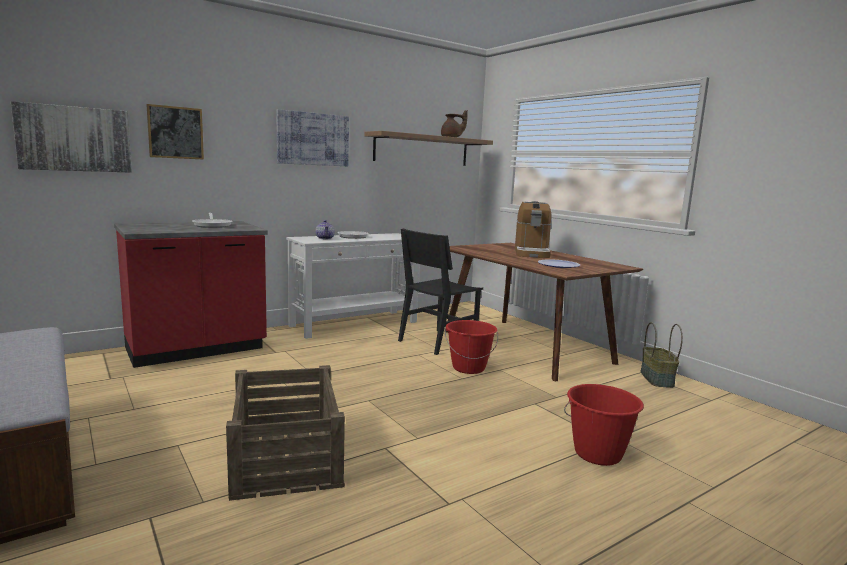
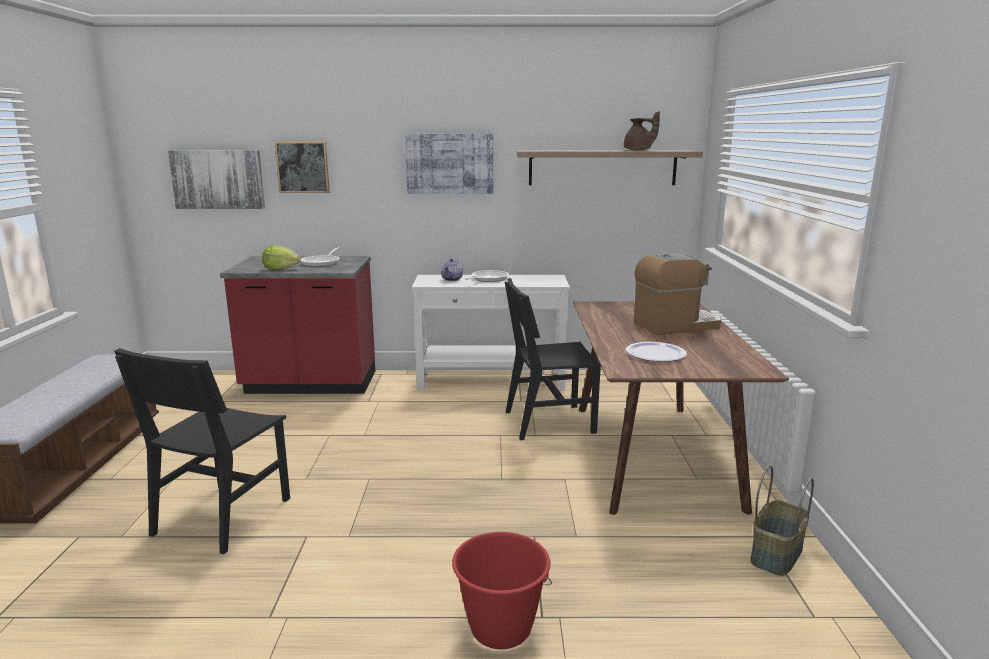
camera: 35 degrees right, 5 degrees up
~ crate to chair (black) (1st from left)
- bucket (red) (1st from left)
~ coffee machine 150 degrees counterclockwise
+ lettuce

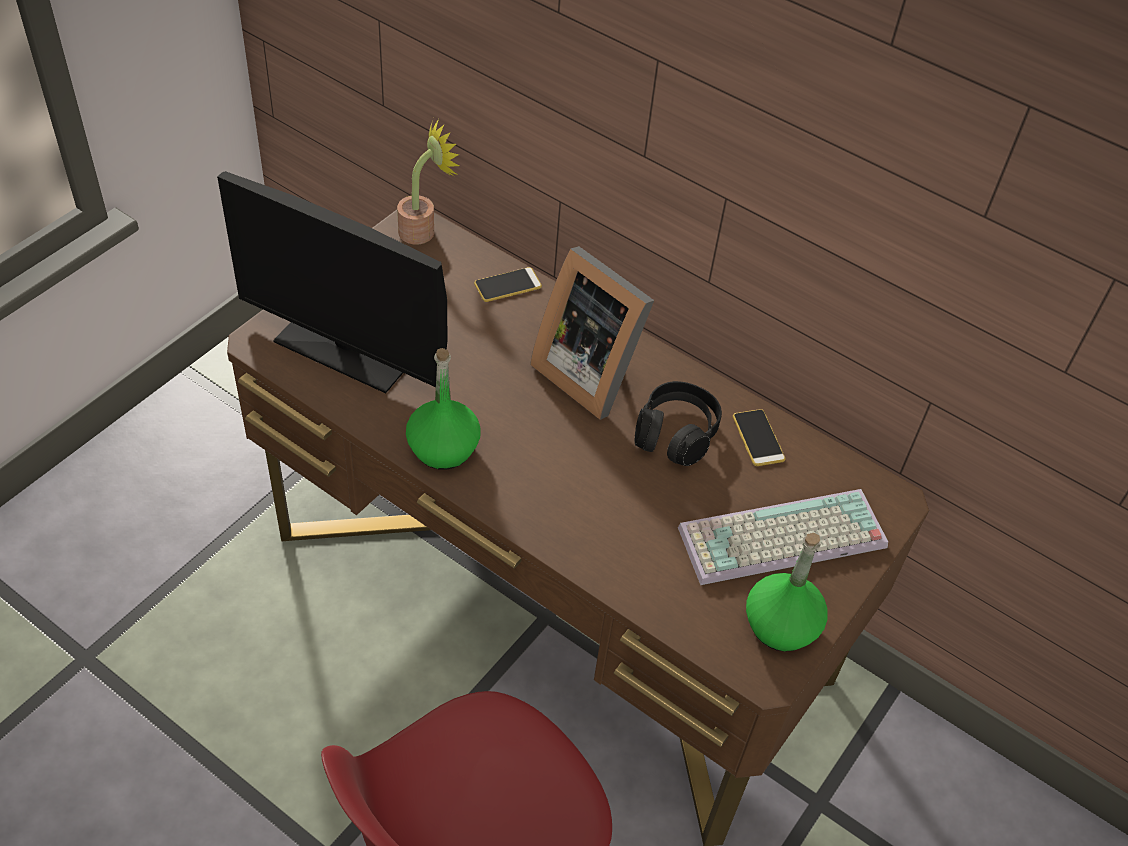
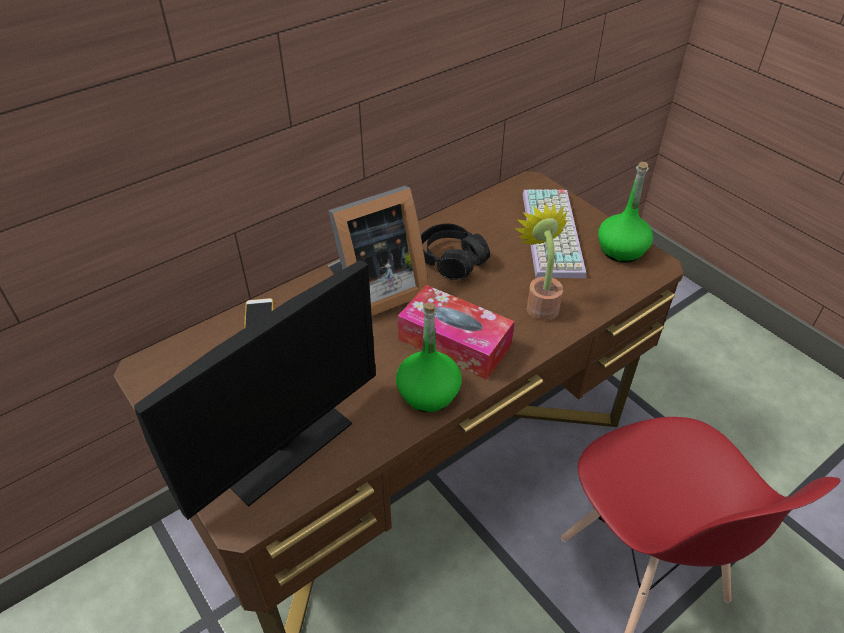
camera: 70 degrees left, 5 degrees down
~ potted plant
- phone (2nd from left)
+ tissue box

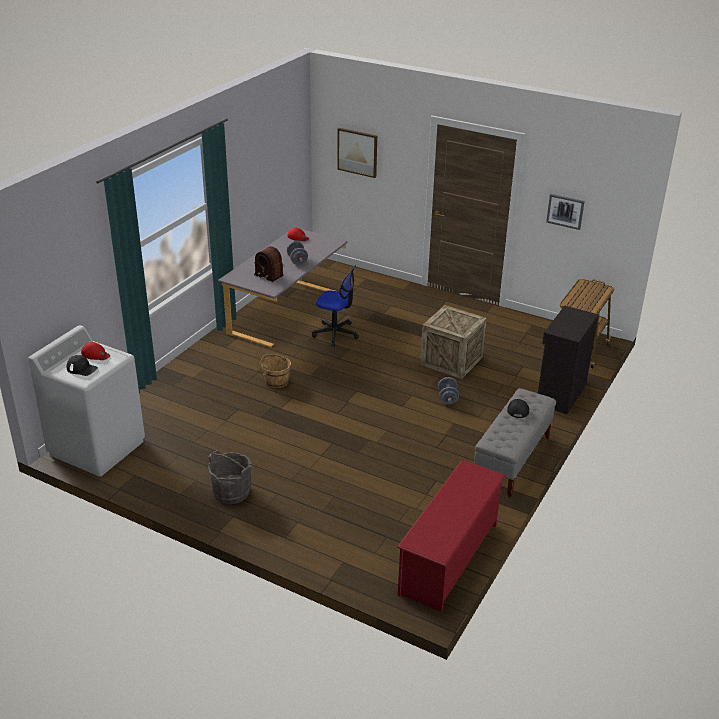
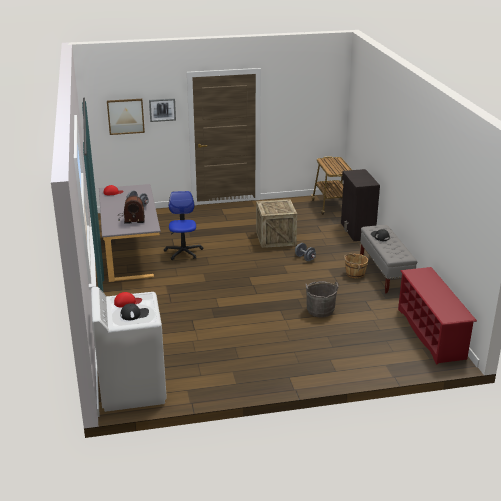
camera: 40 degrees left, 5 degrees down
~ bucket (grey)
~ bucket (brown)
~ office chair 75 degrees counterclockwise
~ picture (2nd from left)

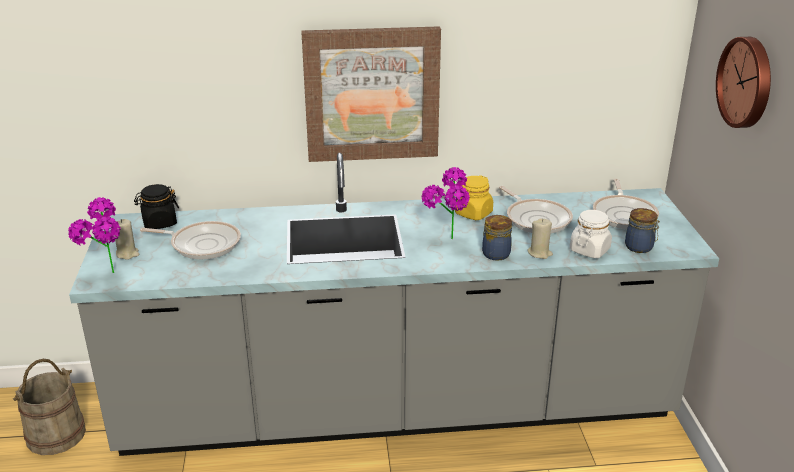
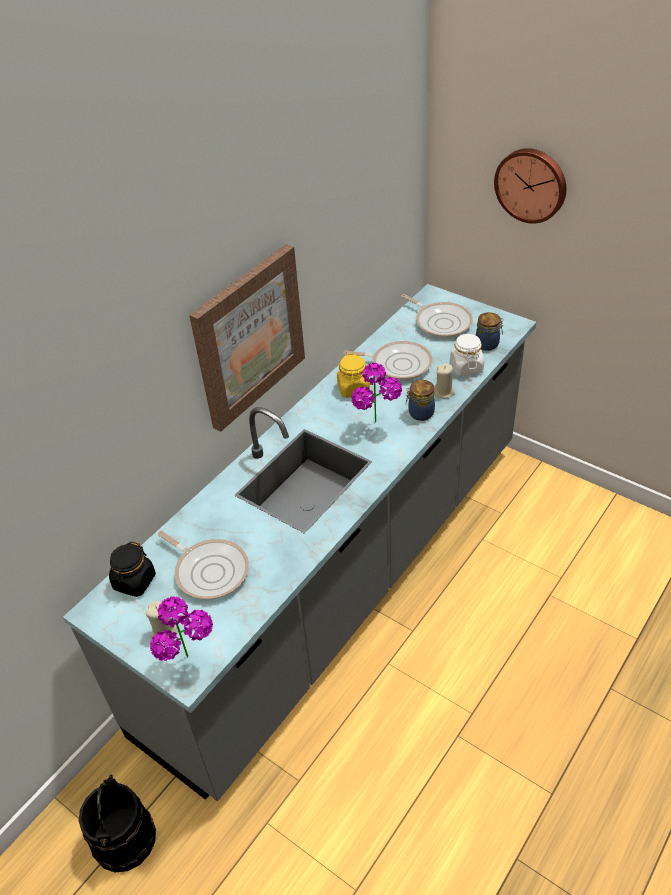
camera: 45 degrees left, 15 degrees up
~ bucket (beige) to bucket (black)
~ frying pan (1st from left) 75 degrees clockwise

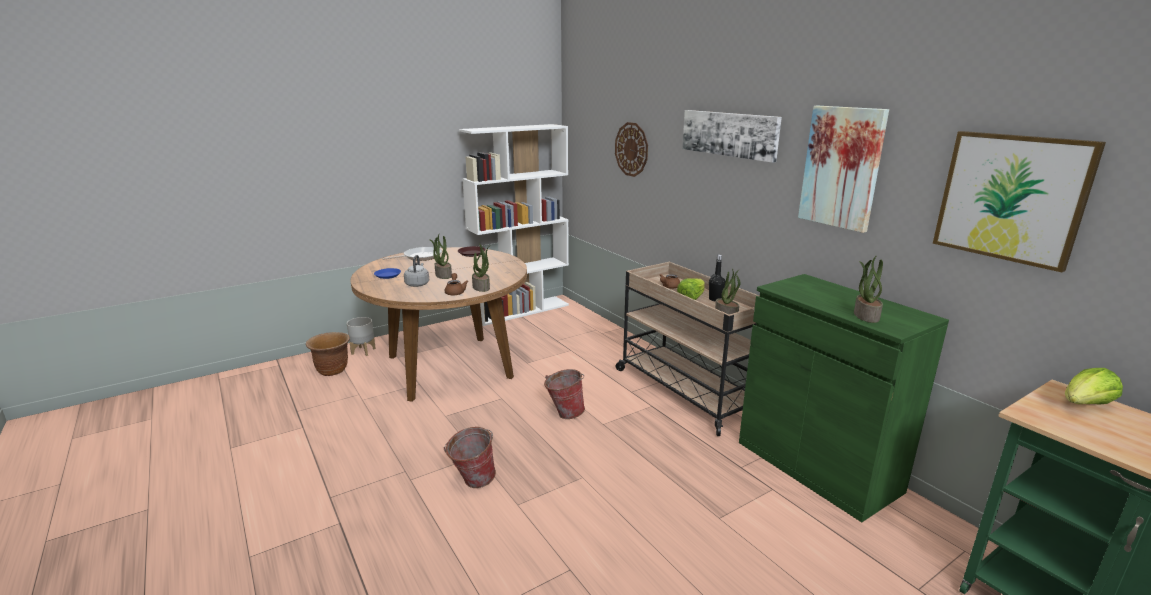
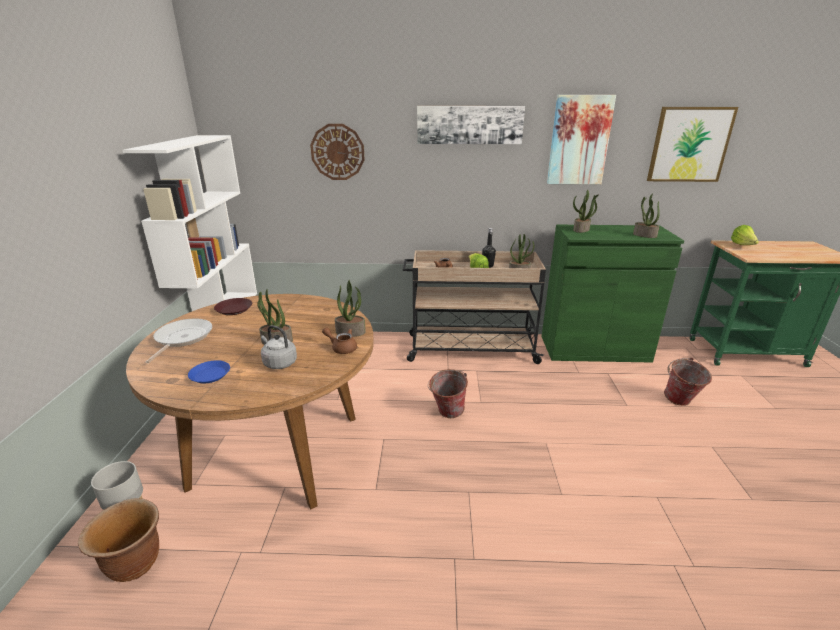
camera: 55 degrees left, 5 degrees up
~ bucket (1st from left in the first image) to bucket (2nd from left)
+ potted plant (4th from left)

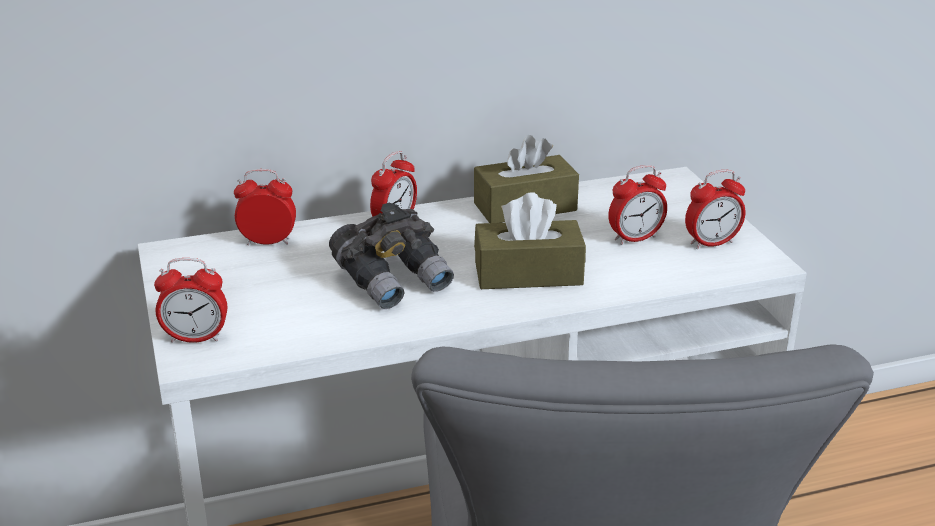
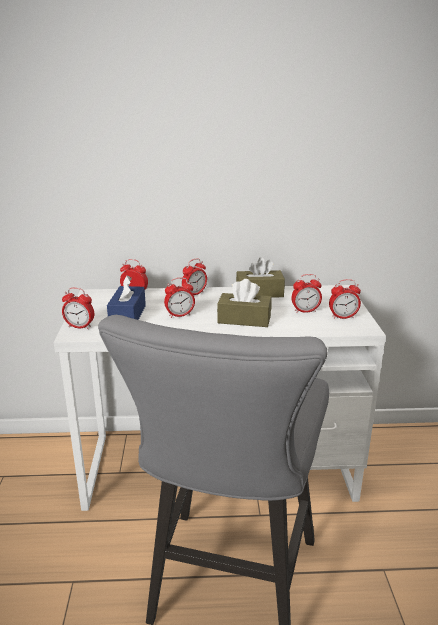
camera: 15 degrees right, 5 degrees down
~ binoculars (grey) to alarm clock (3rd from left)
+ tissue box (blue)

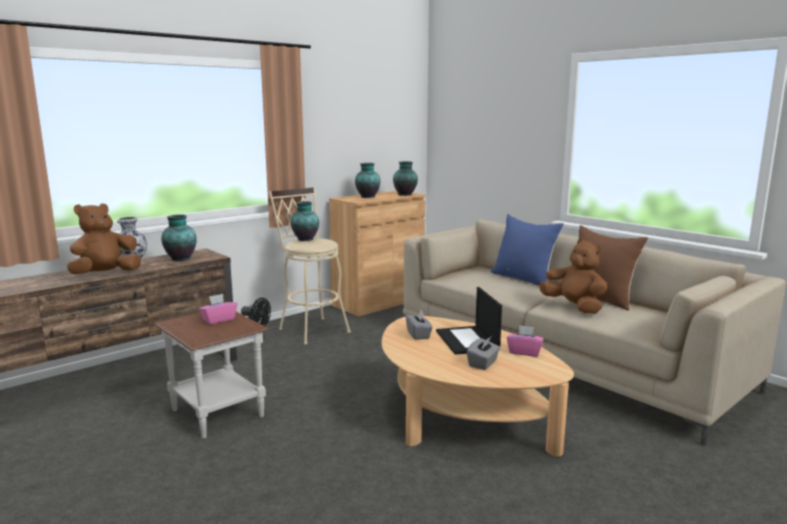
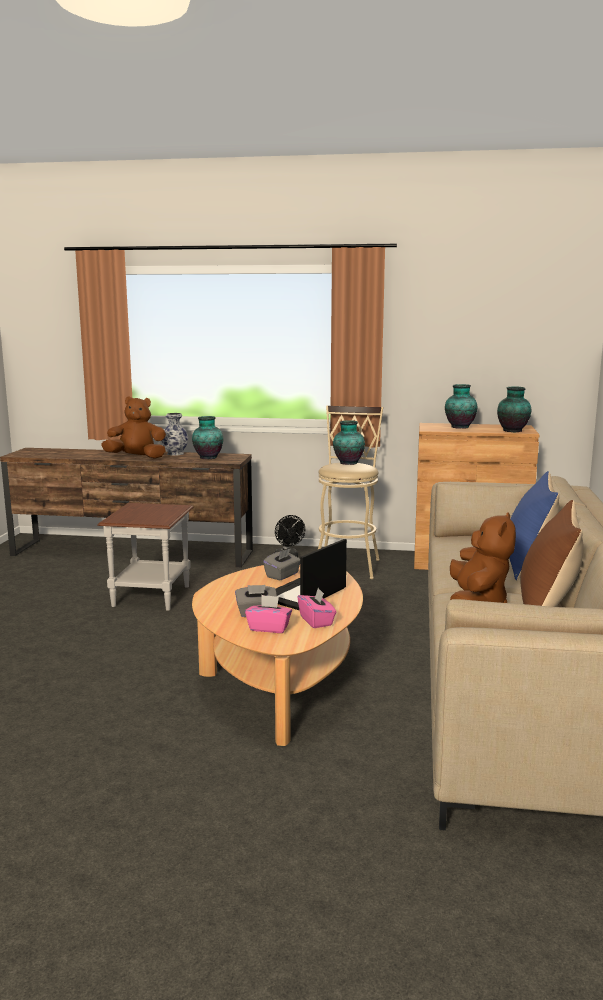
camera: 50 degrees right, 0 degrees up
~ tissue box (pink) (1st from left)

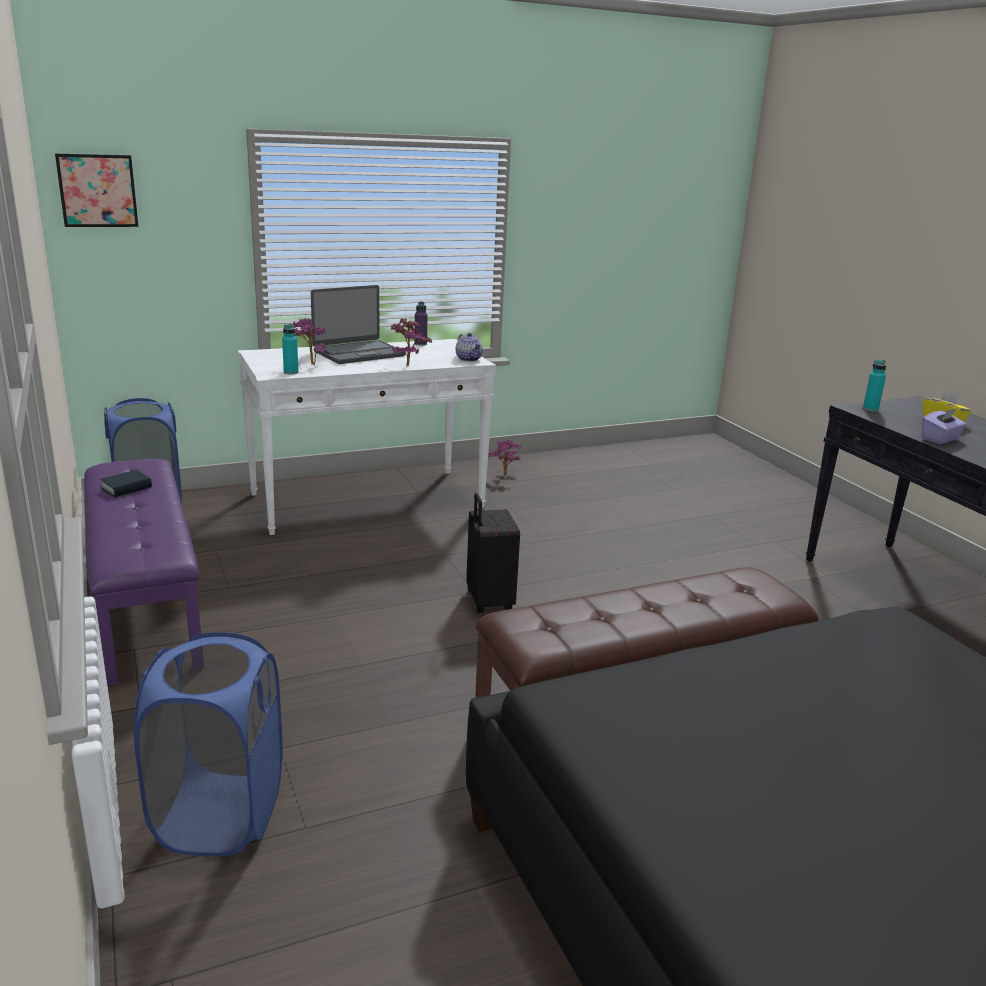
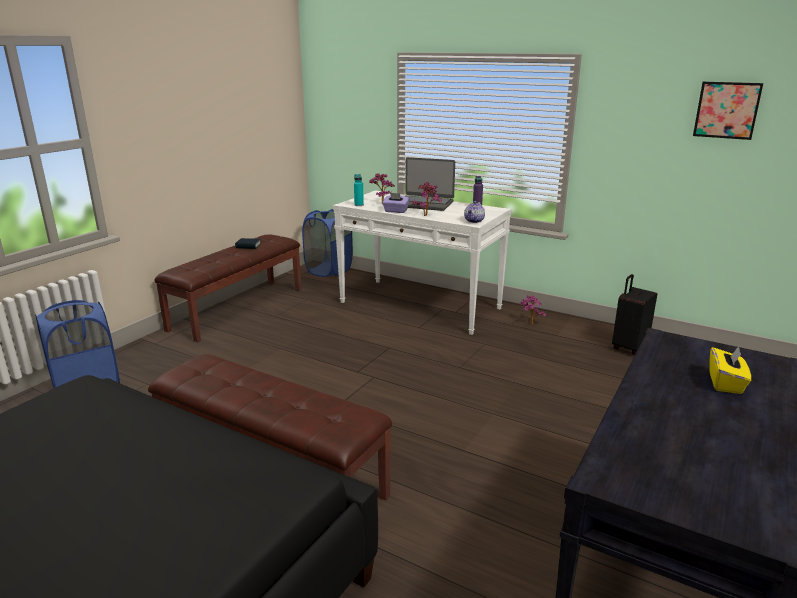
camera: 55 degrees right, 0 degrees up
~ picture
~ bench (purple) to bench (brown) (1st from left)
~ suitcase (black)
- bottle (turquoise) (2nd from left)
~ tissue box (purple)

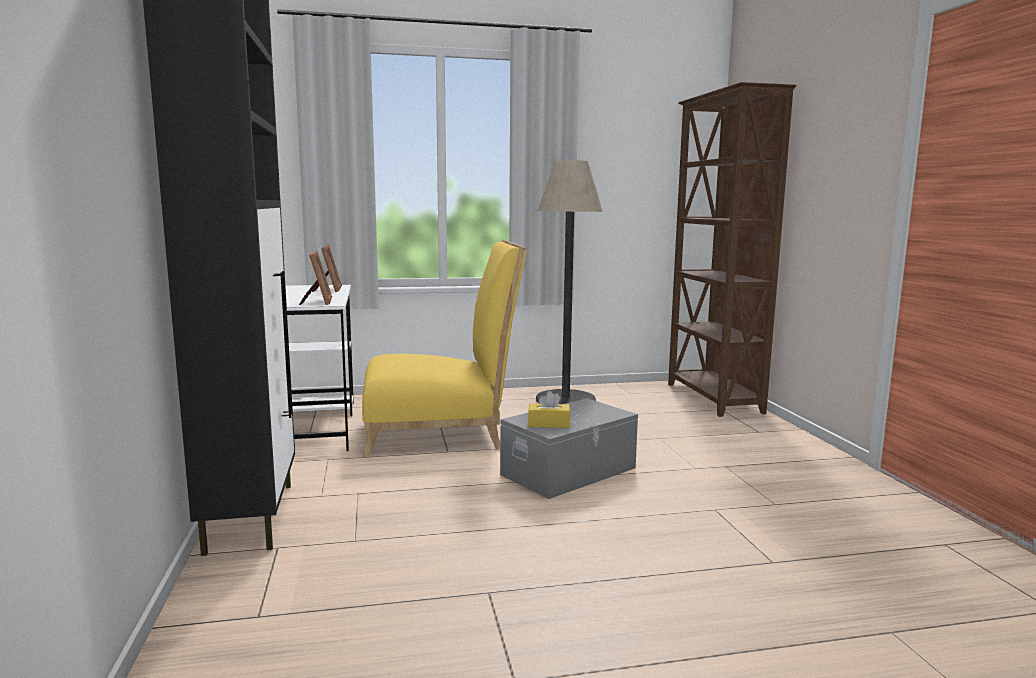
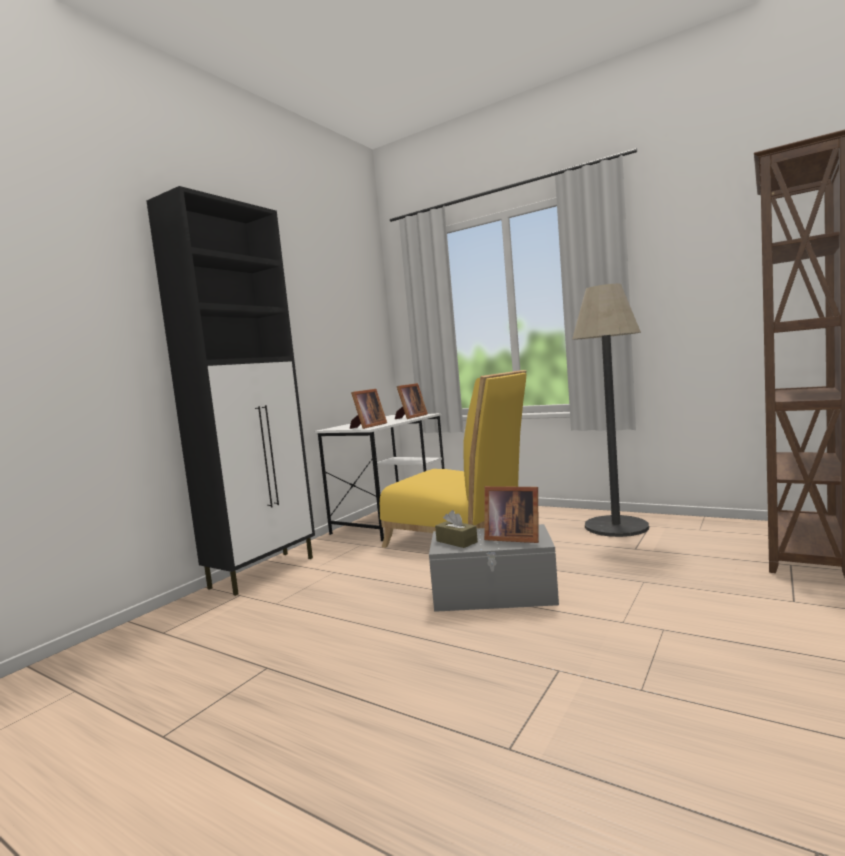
camera: 45 degrees right, 5 degrees down
~ tissue box (yellow) to tissue box (brown)
+ picture frame (3rd from left)

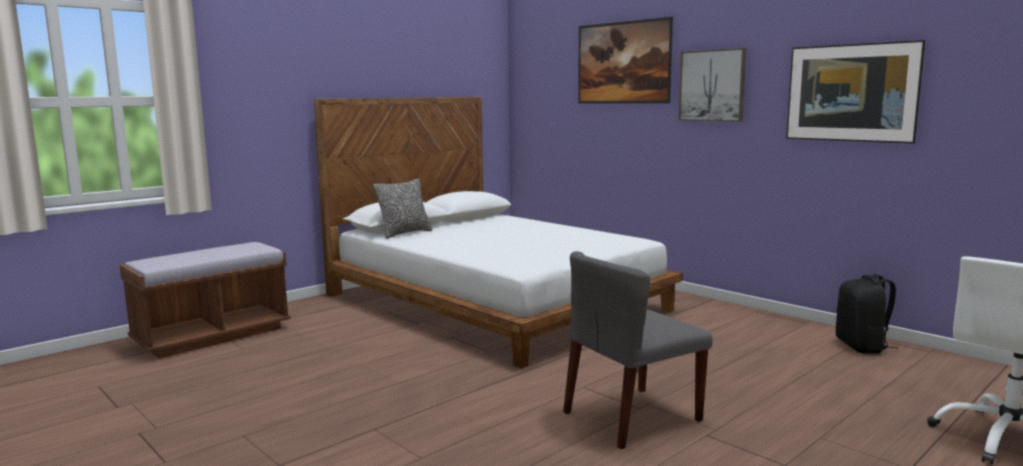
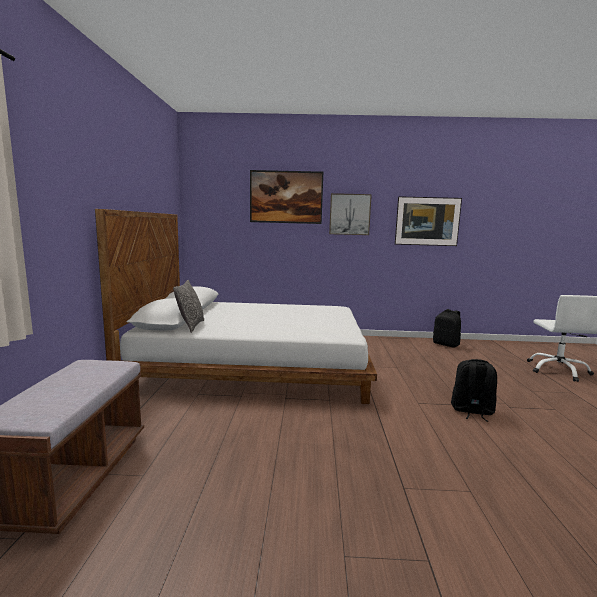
camera: 45 degrees left, 0 degrees up
~ chair (grey) to backpack (black) (2nd from left)

